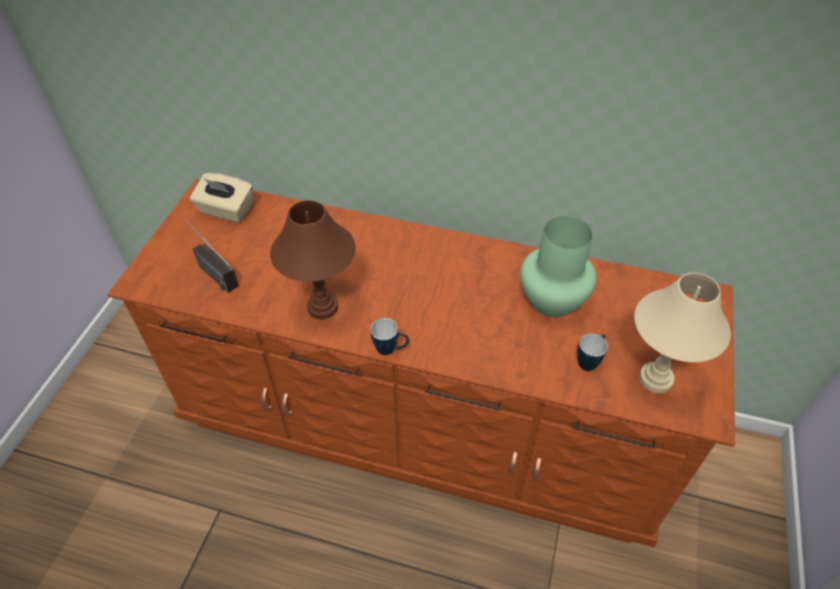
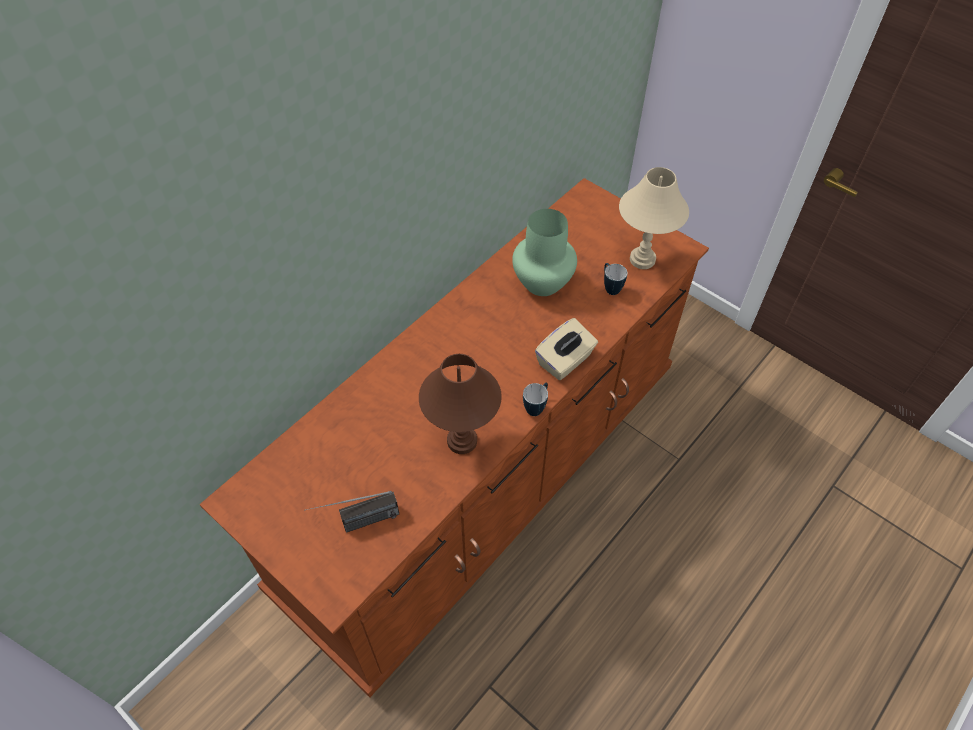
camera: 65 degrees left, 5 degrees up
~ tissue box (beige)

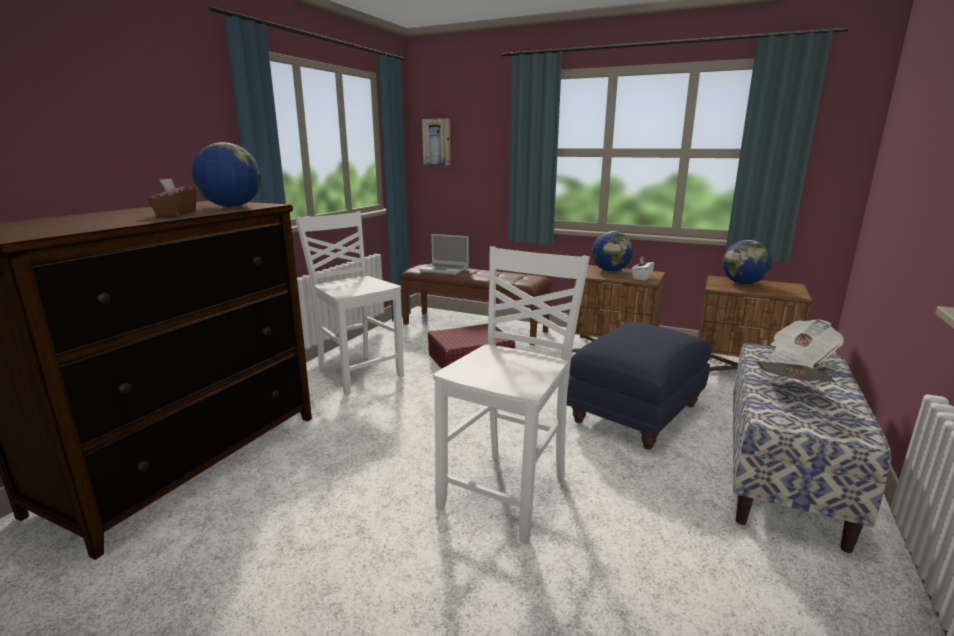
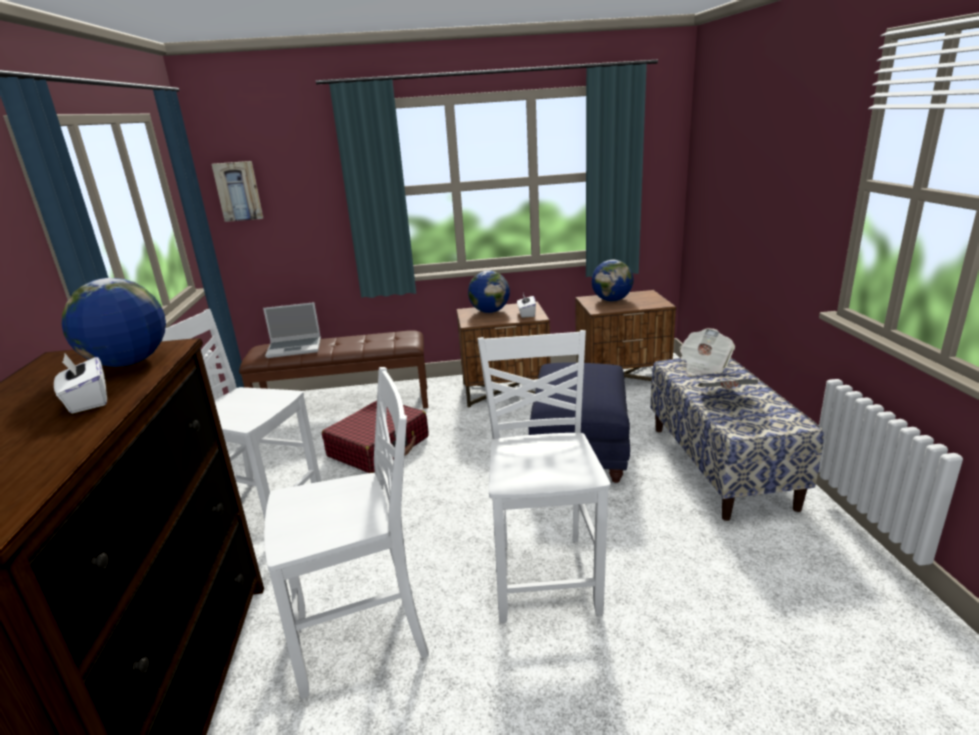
camera: 30 degrees left, 5 degrees up
~ tissue box (brown) to tissue box (white) (1st from left)
+ chair (white) (2nd from left)

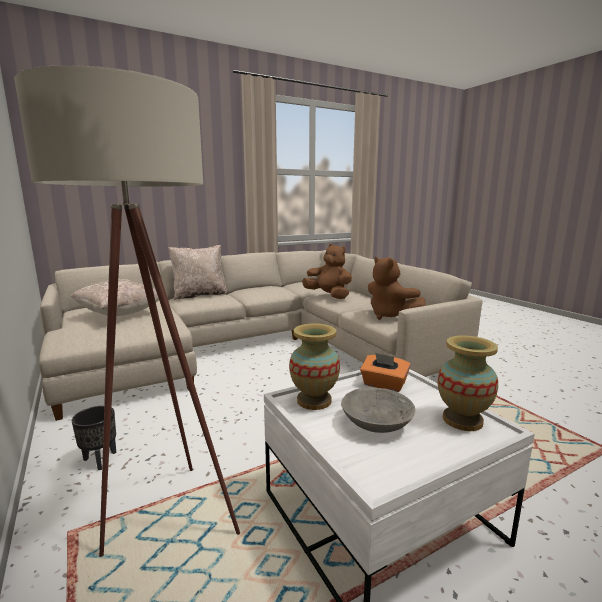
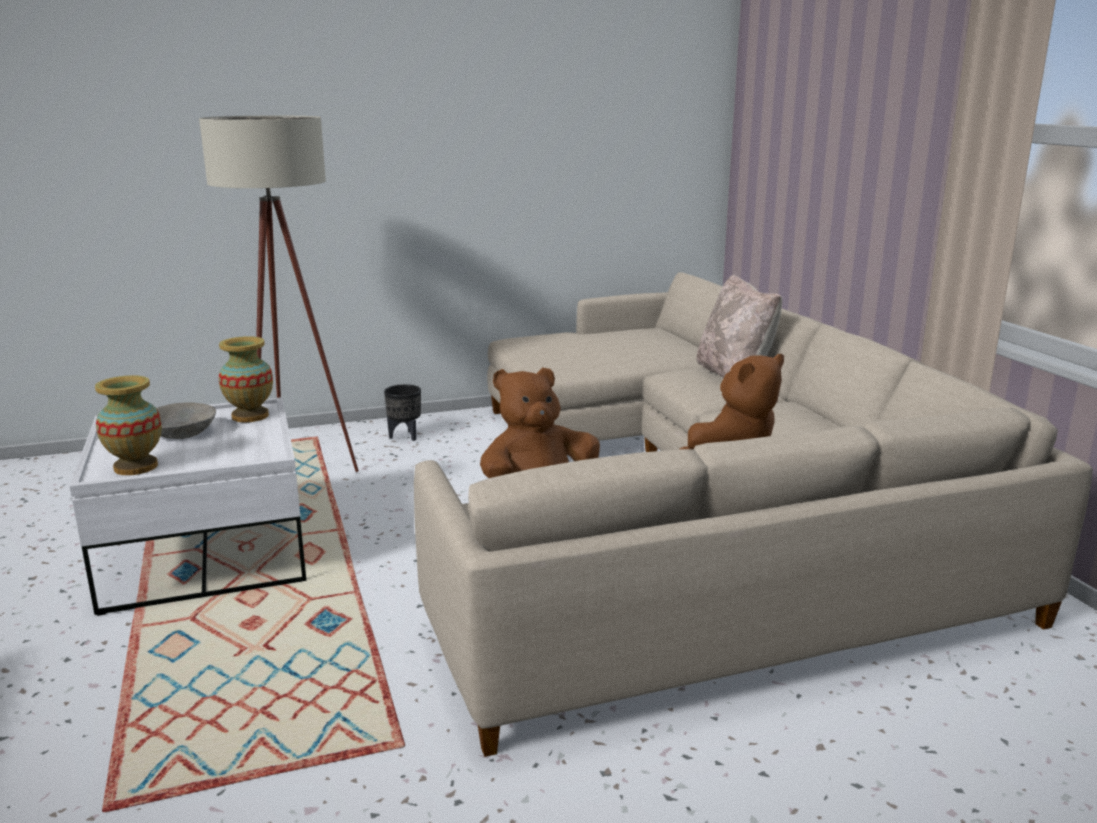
camera: 100 degrees right, 5 degrees up
- pillow (beige) (1st from left)
- tissue box (orange)

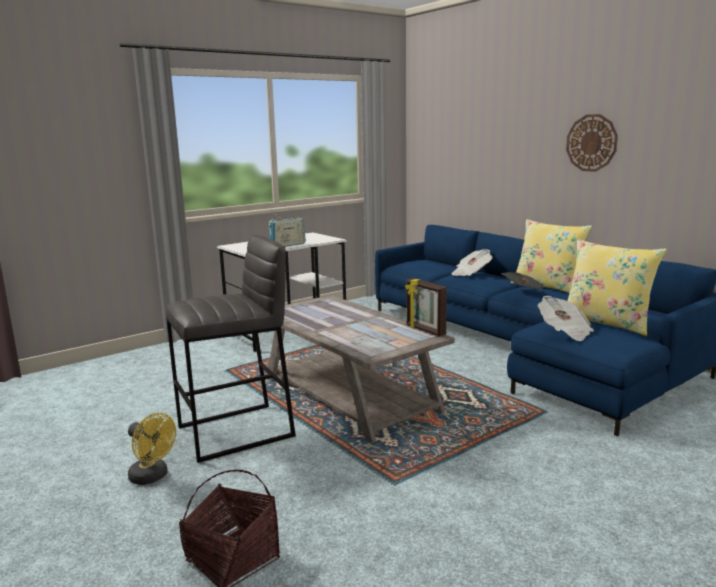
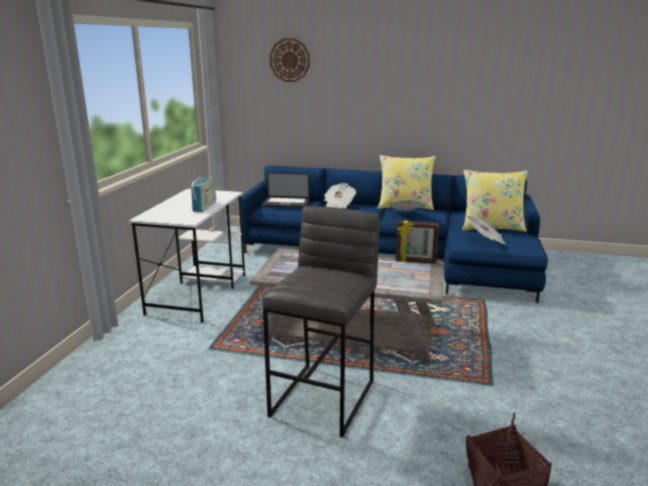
camera: 40 degrees left, 5 degrees up
- fan (yellow)
~ wall clock
+ laptop

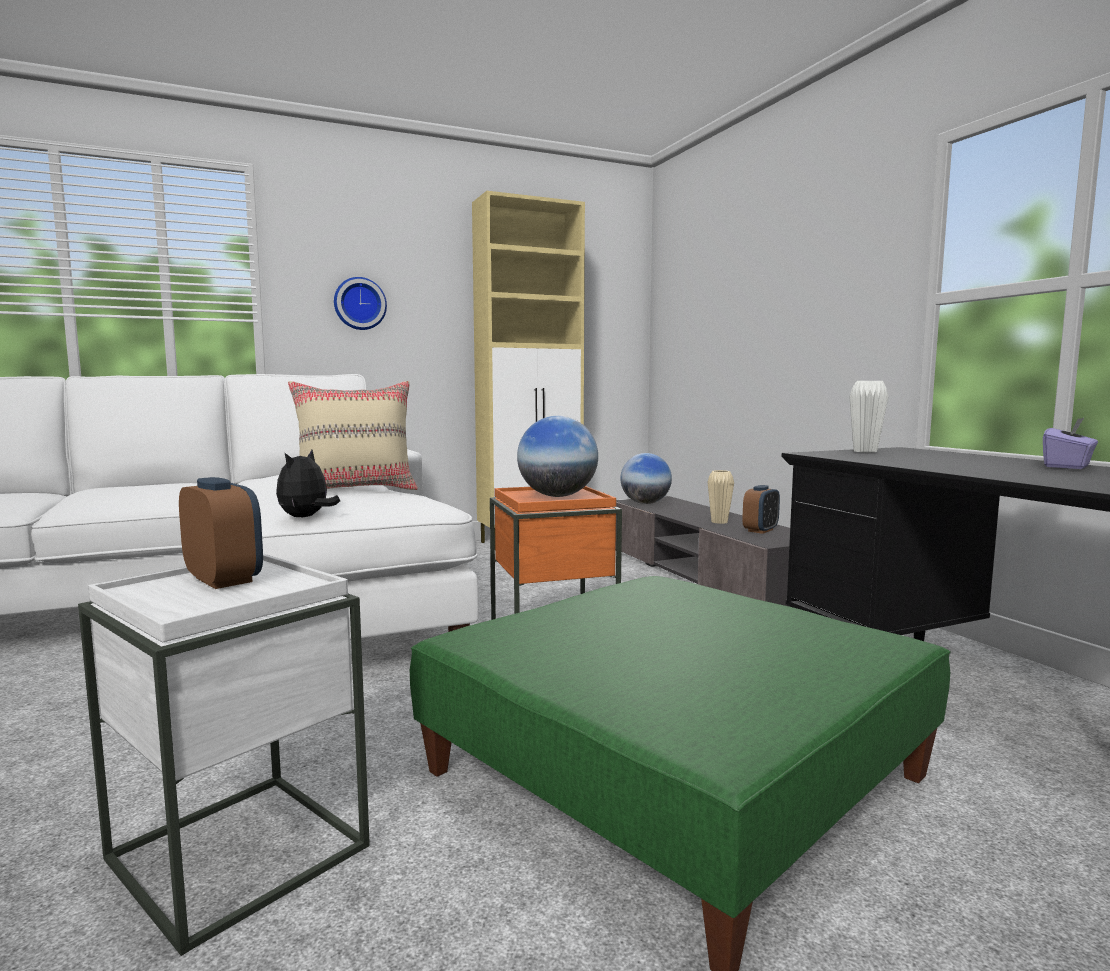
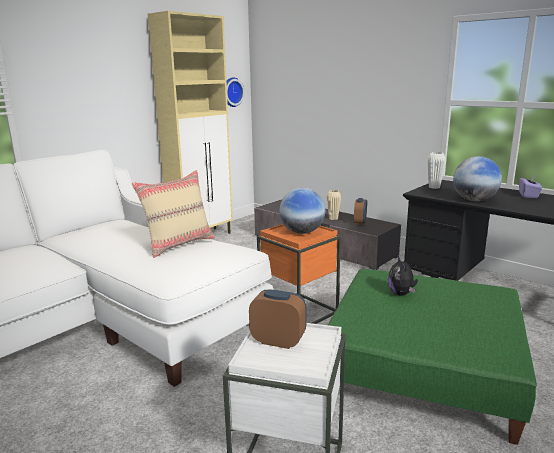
camera: 25 degrees left, 10 degrees up
~ plush toy
~ wall clock
~ globe (2nd from left)

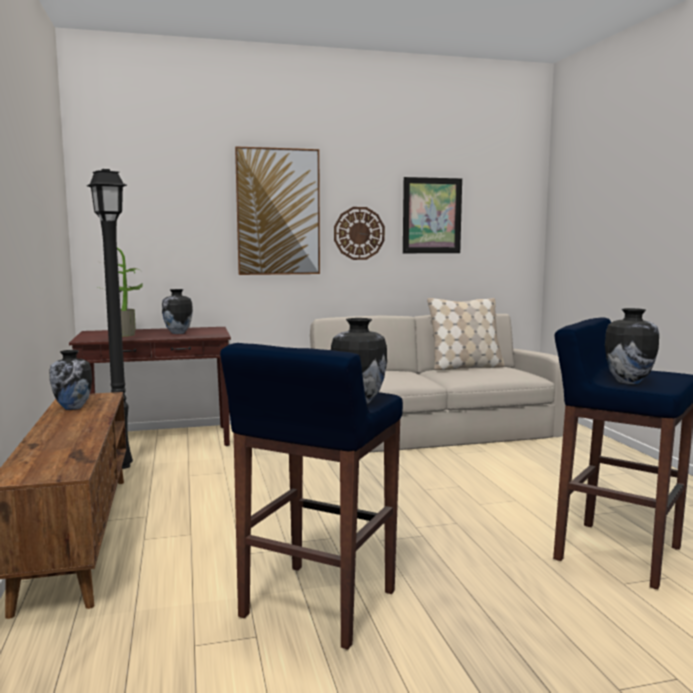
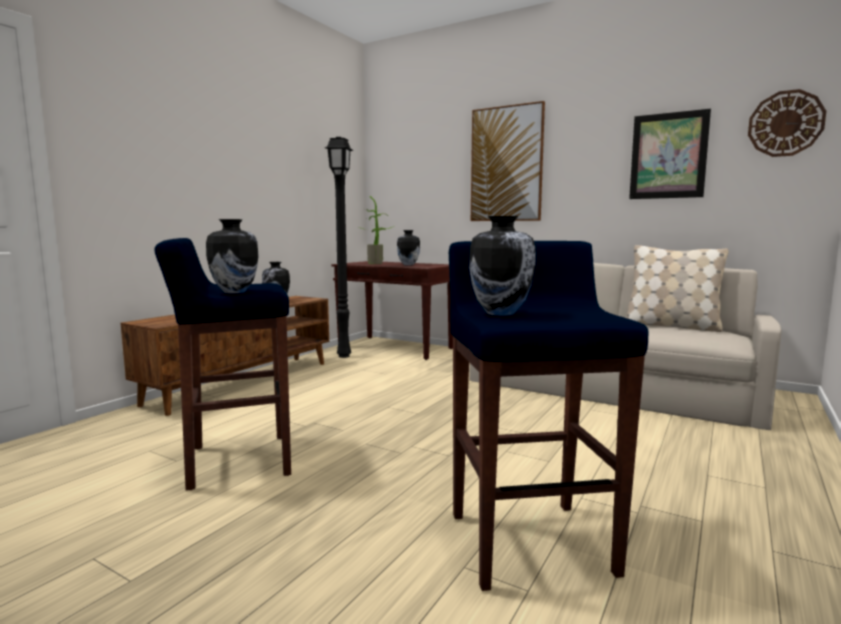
camera: 45 degrees right, 0 degrees up
~ wall clock

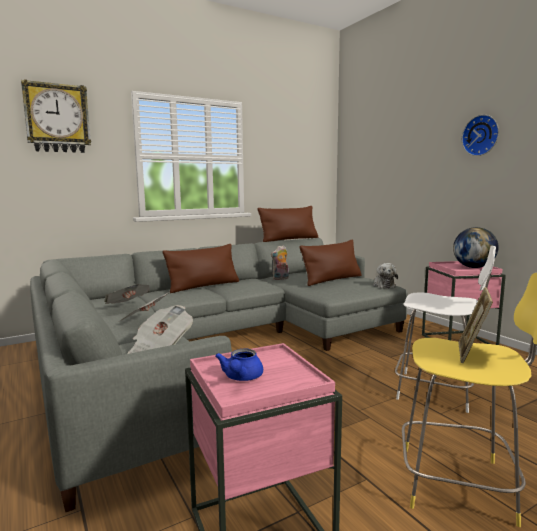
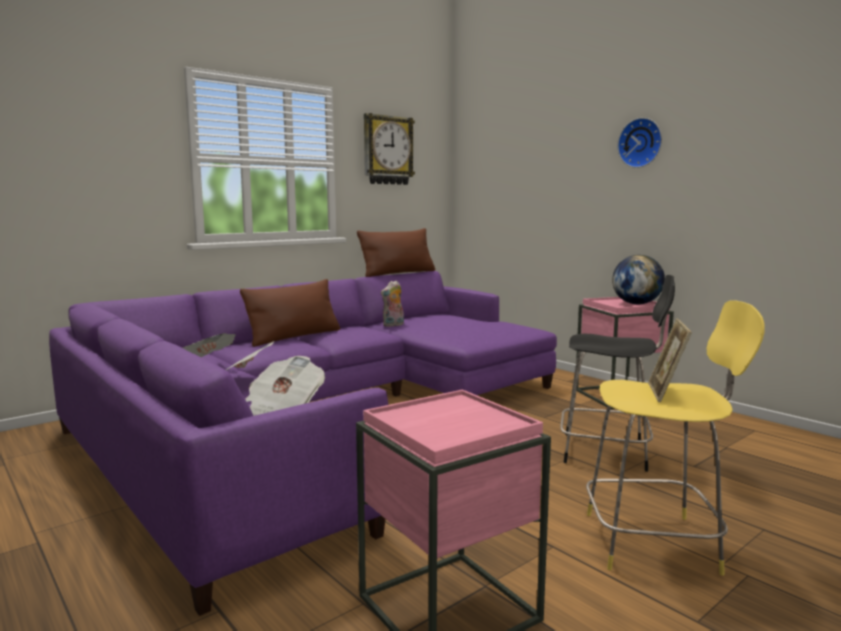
camera: 10 degrees left, 0 degrees up
~ wall clock (1st from left)
~ sofa (grey) to sofa (purple)
- teapot (blue)
- pillow (brown) (3rd from left)
- plush toy (2nd from left)
~ stool (white) to stool (black)

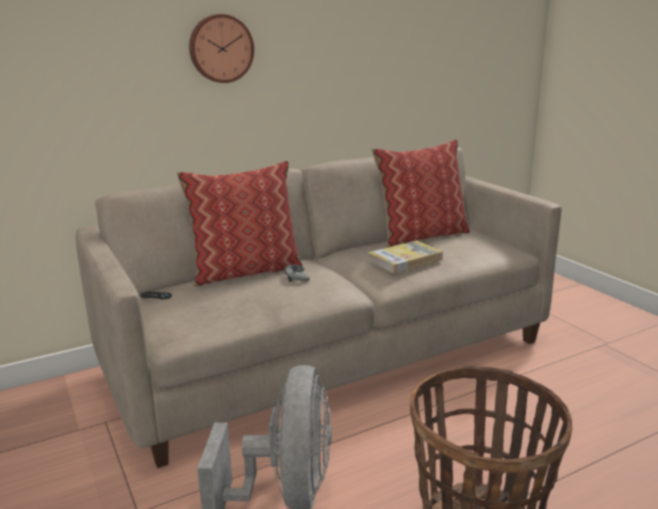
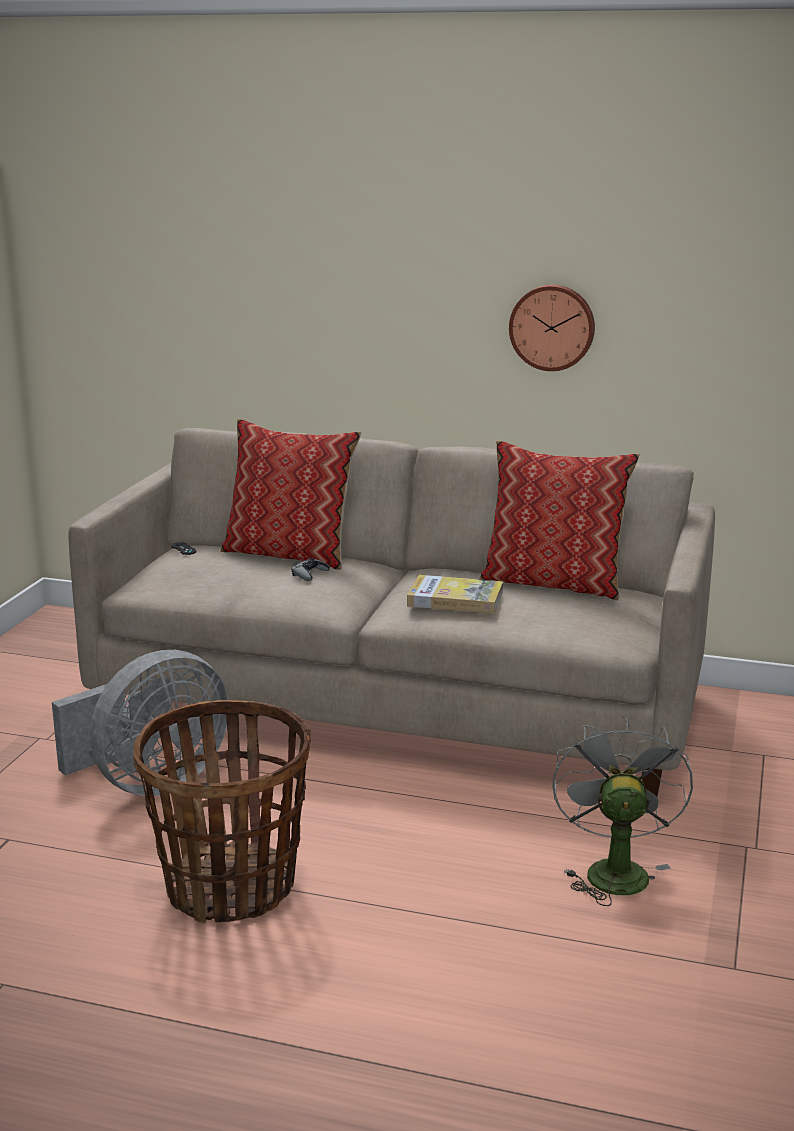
camera: 45 degrees right, 0 degrees up
~ wall clock
+ fan (grey) (2nd from left)

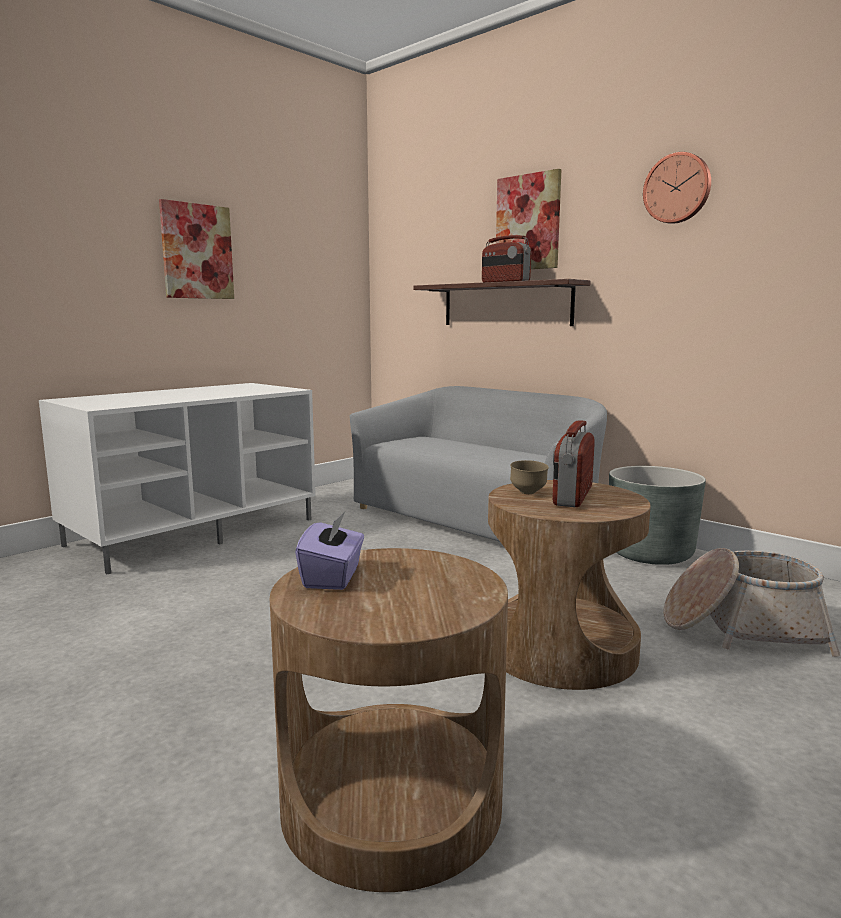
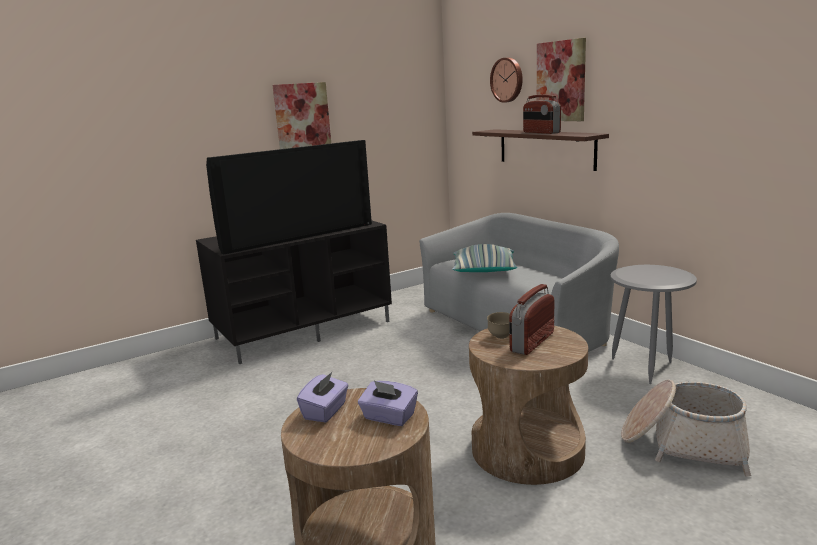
camera: 15 degrees right, 5 degrees up
~ tv stand (white) to tv stand (black)
~ planter (grey) to side table (grey)
~ wall clock
+ television
+ tissue box (purple) (2nd from left)
+ pillow

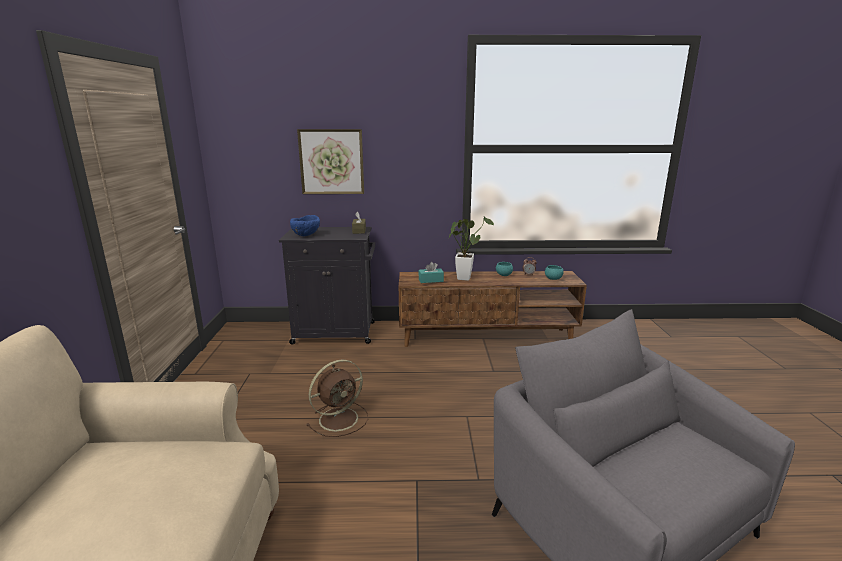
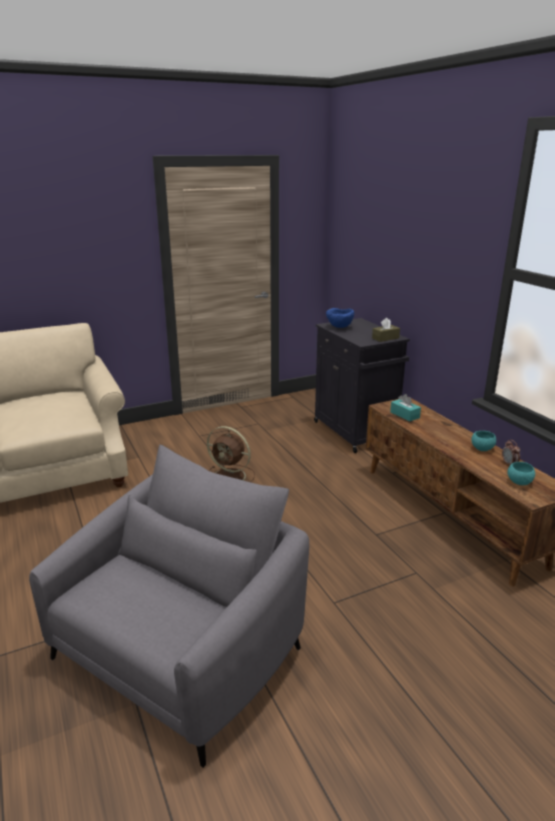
camera: 65 degrees right, 5 degrees up
- picture
- potted plant

